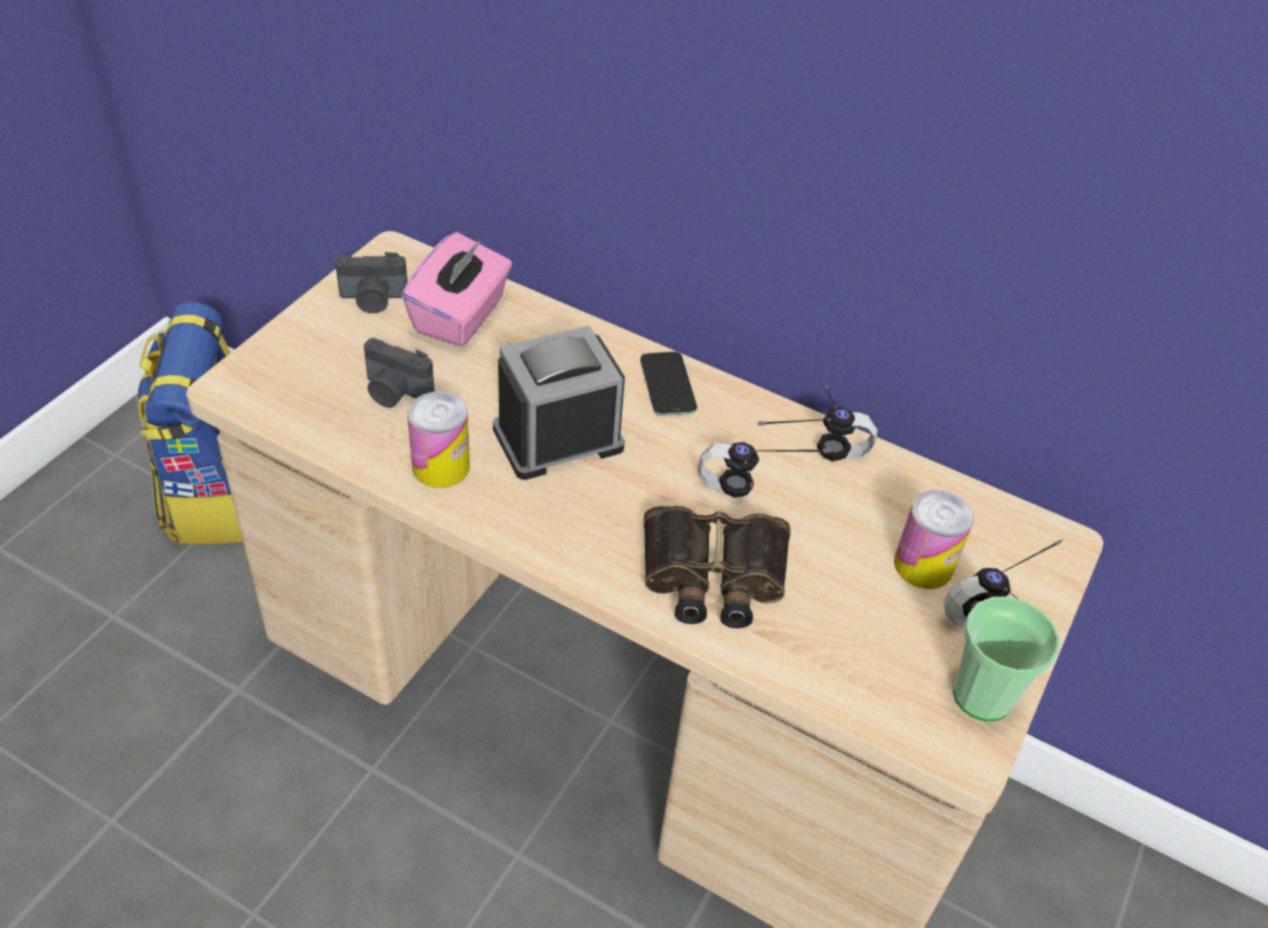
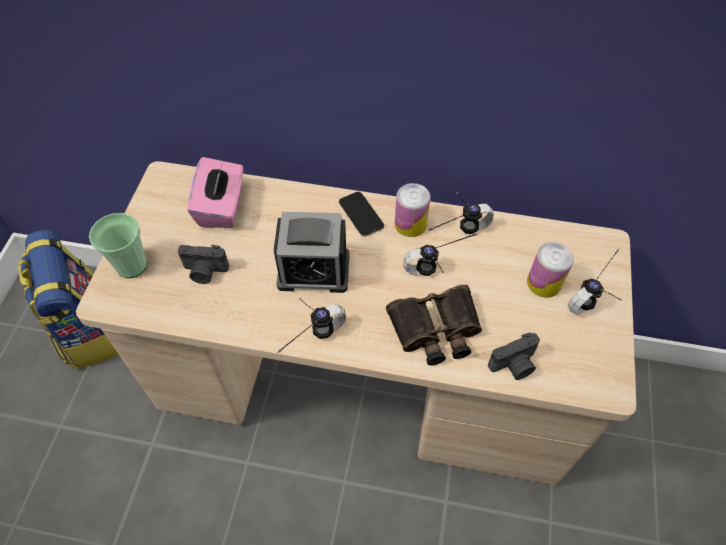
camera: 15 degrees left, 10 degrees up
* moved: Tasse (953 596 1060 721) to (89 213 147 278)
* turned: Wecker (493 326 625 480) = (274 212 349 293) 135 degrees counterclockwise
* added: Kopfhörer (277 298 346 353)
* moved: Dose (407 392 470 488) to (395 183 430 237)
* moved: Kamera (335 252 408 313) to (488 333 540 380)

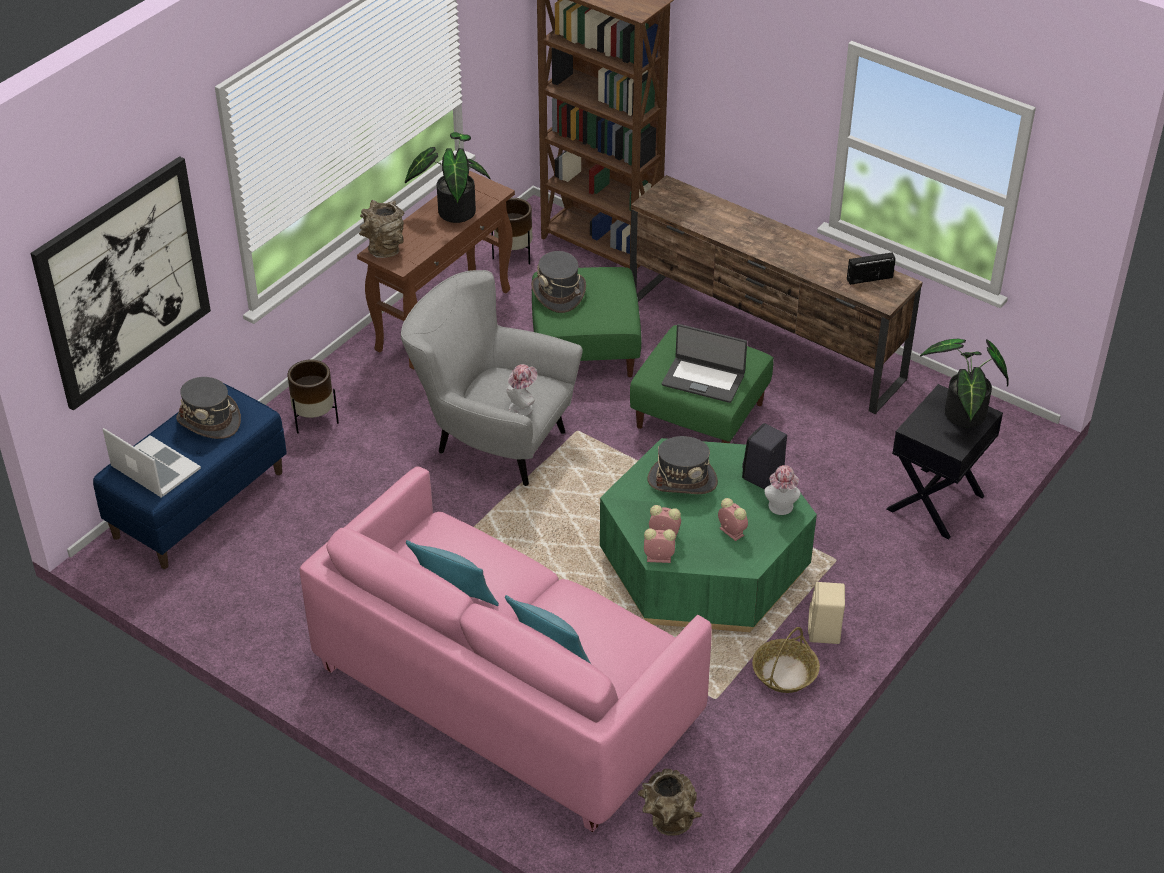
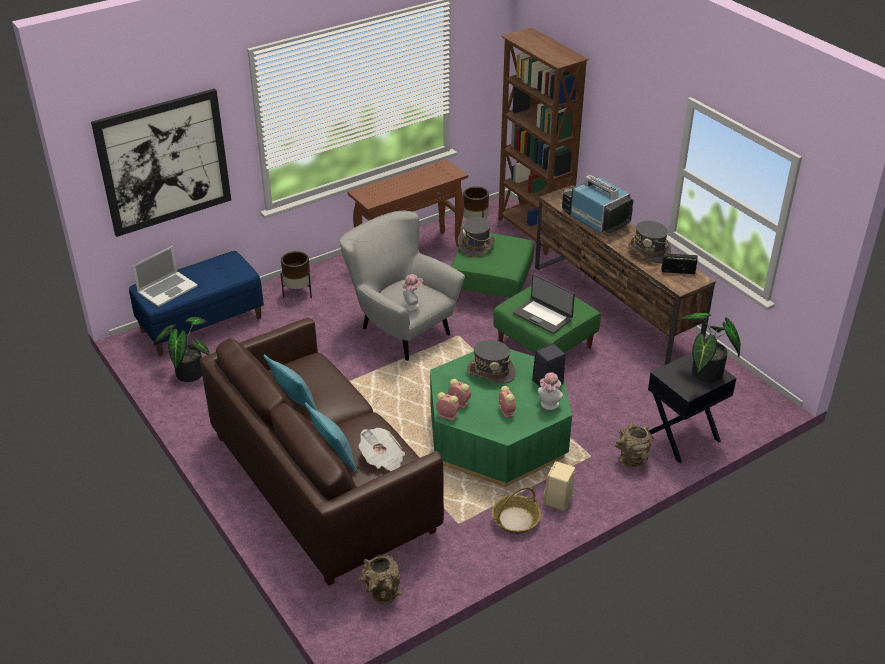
camera: 20 degrees right, 5 degrees down
* turned: Laptop (103 428 201 498) = (132 246 198 307) 75 degrees clockwise
* moved: Topfpflanze (405 132 491 223) to (154 317 210 382)
* recoloured: Sofa (rosa) (300 466 712 832) to Sofa (braun) (200 318 444 586)
* added: Zeitung (358 428 405 471)
* added: Fernseher (562 175 634 233)
* moved: Vase (braun) (359 200 404 258) to (615 422 654 468)
* moved: Hut (grau) (176 377 241 439) to (628 221 671 263)

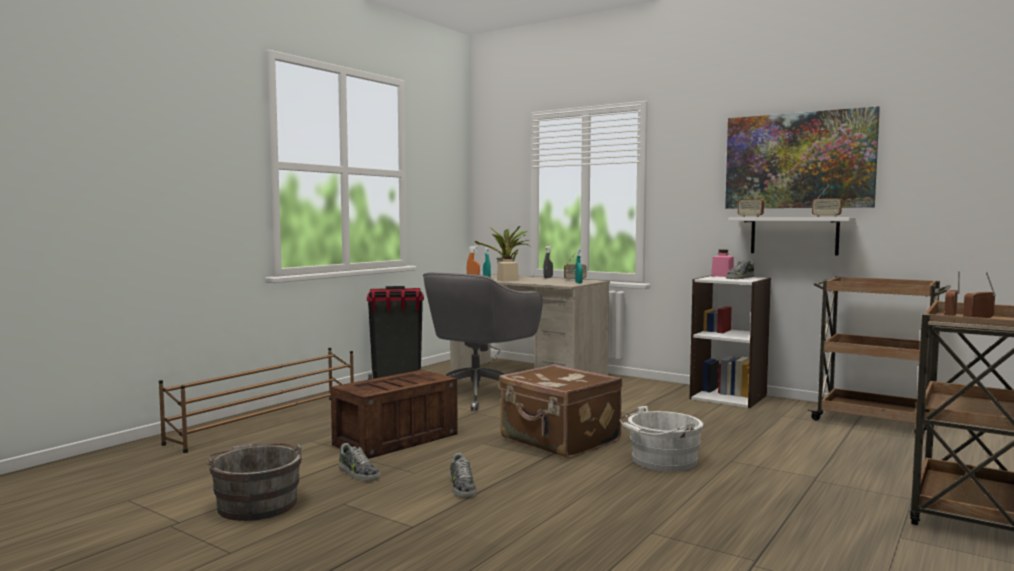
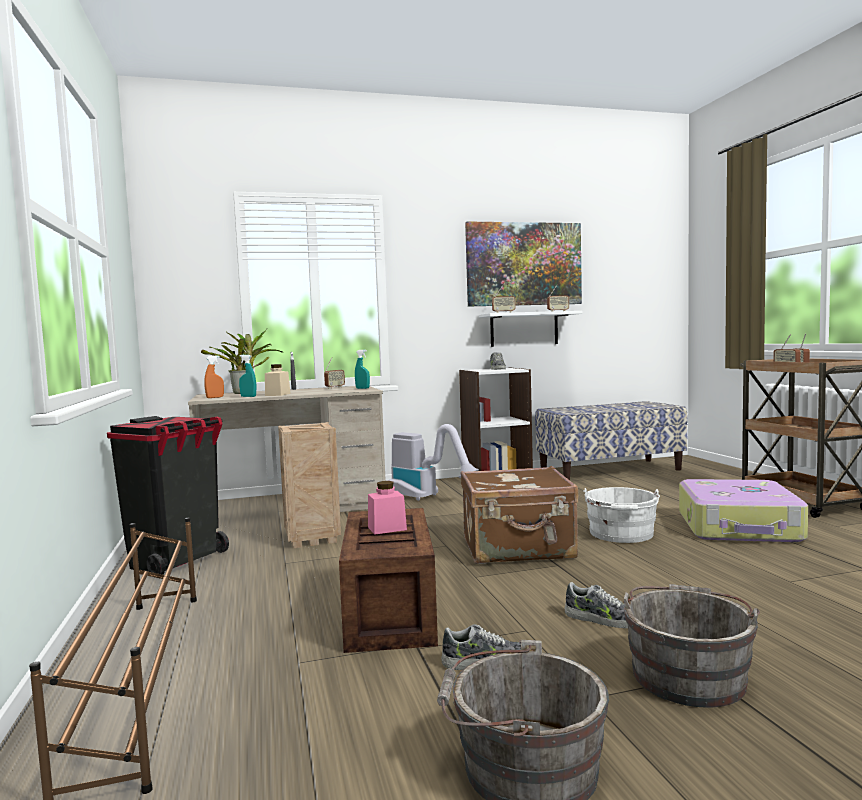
camera: 50 degrees left, 0 degrees up
* replaced: Bürostuhl (grau) (423 272 543 411) to Kiste (278 422 341 548)
* moved: Vorratsglas (rosa) (711 250 734 277) to (368 481 407 535)
* added: Staubsauger (388 424 479 501)
* replaced: Rollwagen (braun) (808 276 951 435) to Bank (535 401 688 480)
* added: Eimer (grau) (623 584 760 708)
* added: Koffer (679 479 808 542)

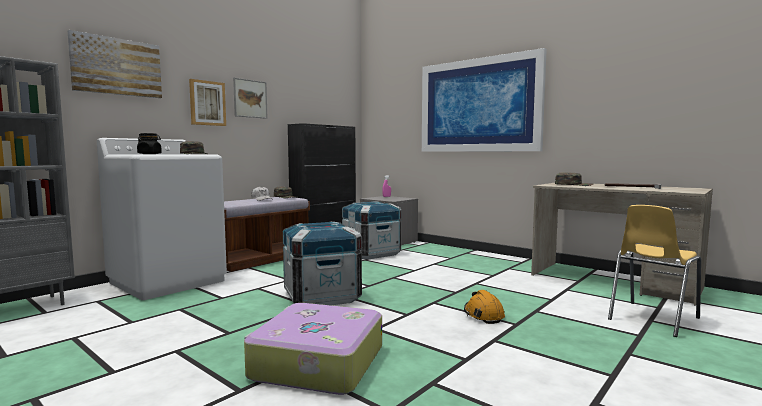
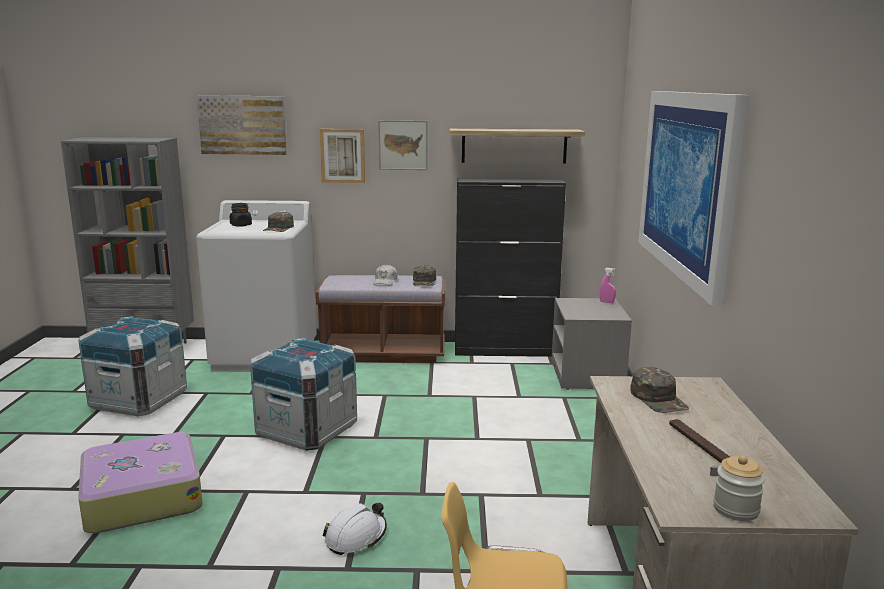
camera: 50 degrees right, 10 degrees up
* moved: Kiste (342 201 401 259) to (78 316 187 416)
* recoloured: Schutzhelm (orange) (464 290 505 324) to Schutzhelm (weiß) (323 503 387 555)
* added: Wandregal (450 129 585 164)
* added: Vorratsglas (713 455 765 521)

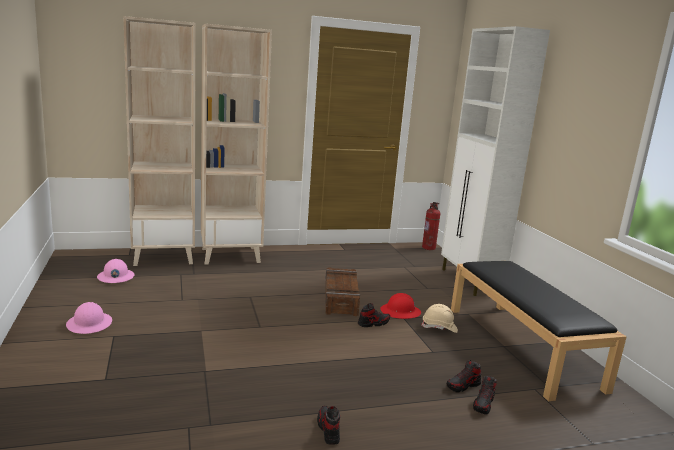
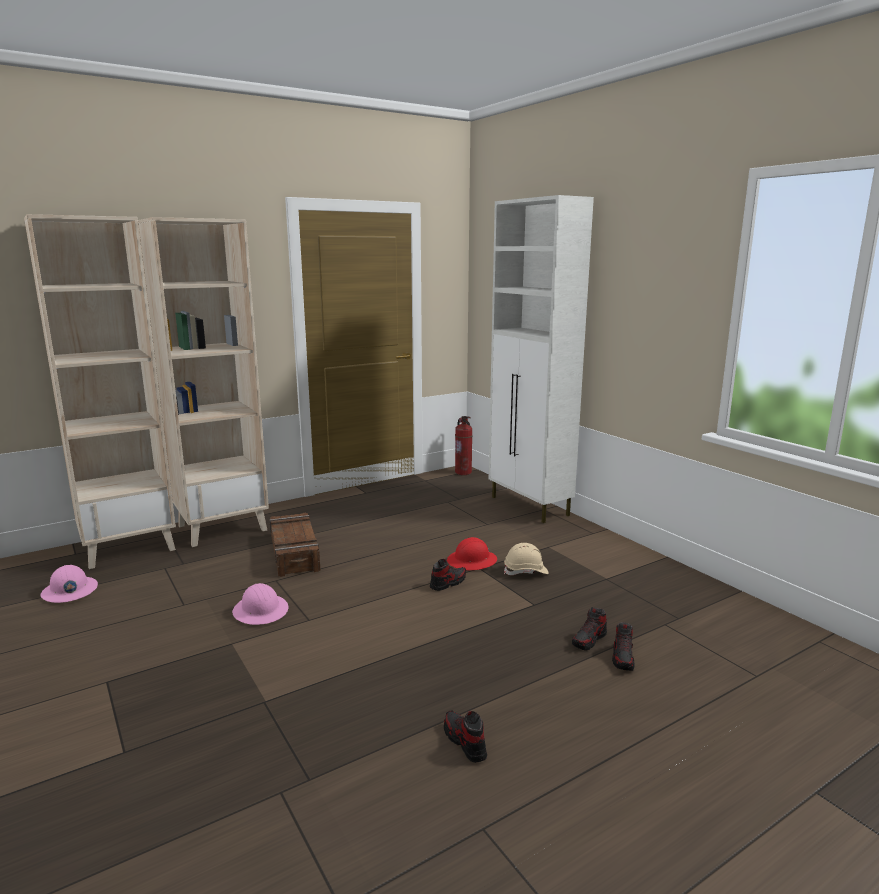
camera: 15 degrees left, 0 degrees up
* moved: Schutzhelm (rosa) (66 302 112 334) to (232 583 289 625)
* moved: Kiste (325 267 360 316) to (270 513 320 577)
* removed: Bank (schwarz) (451 261 627 401)

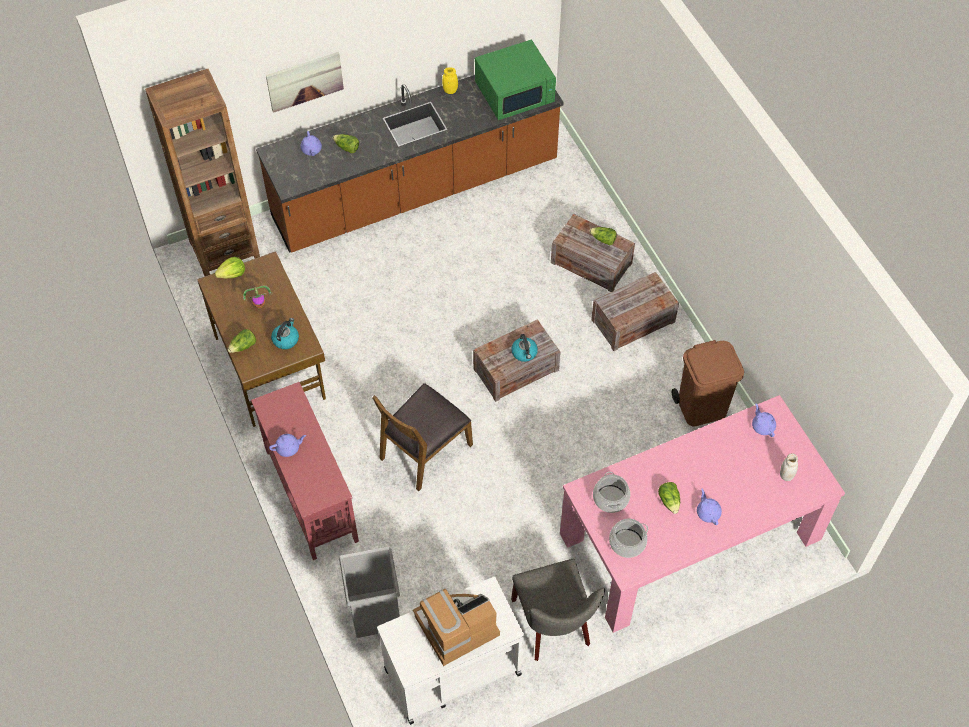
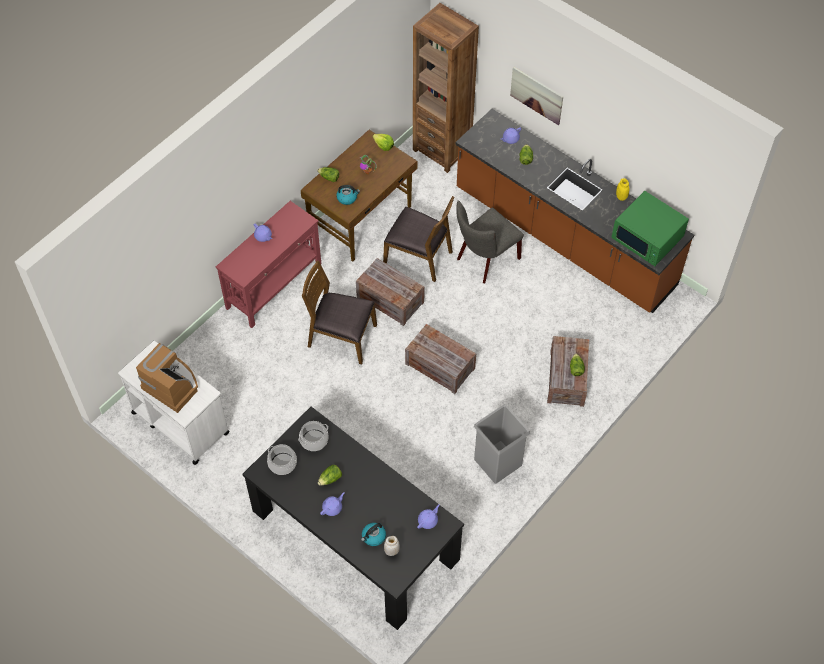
camera: 65 degrees right, 0 degrees up
* recoloured: Esstisch (rosa) (560 395 845 633) to Esstisch (schwarz) (242 406 464 630)
* moved: Kiste (591 272 679 351) to (356 258 425 326)
* moved: Wasserkessel (511 334 538 362) to (361 523 386 546)
* added: Stuhl (braun) (383 196 455 282)
* moved: Stuhl (grau) (511 559 605 661) to (457 200 524 283)
* moved: Mülleimer (grau) (339 547 400 638) to (474 404 530 484)
* removed: Mülleimer (braun) (672 340 744 426)

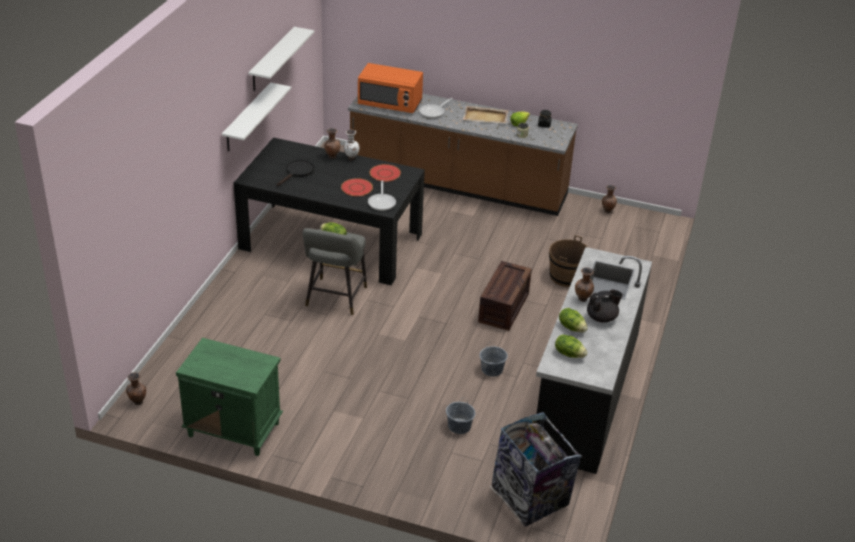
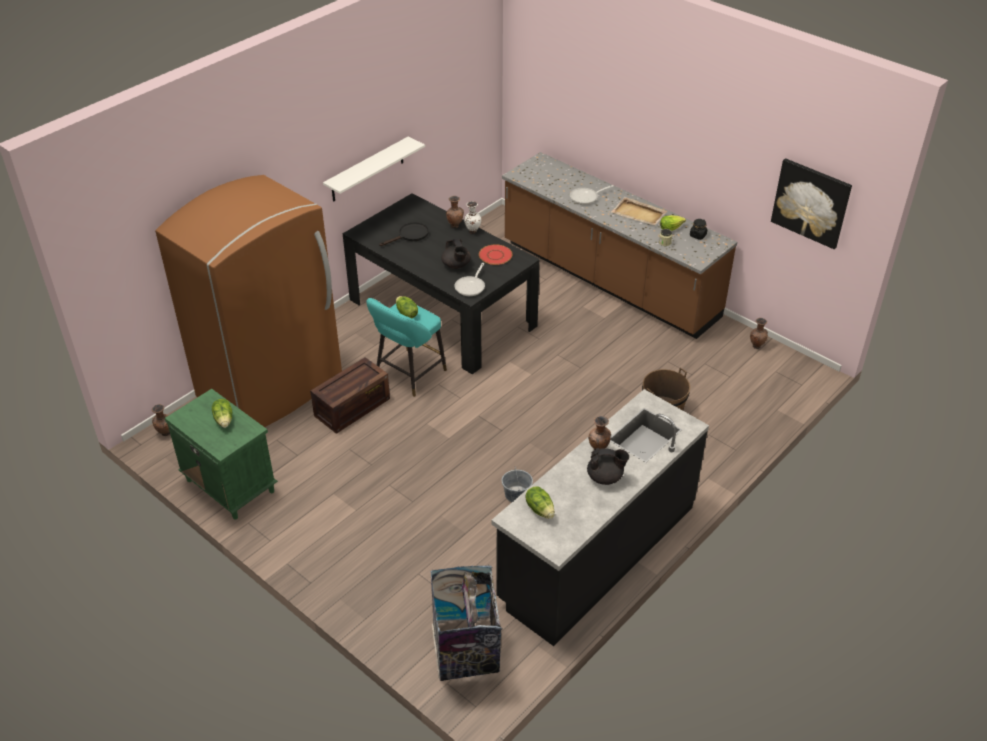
camera: 25 degrees right, 5 degrees up
* added: Kühlschrank (braun) (155 175 342 427)
* moved: Salatkopf (559 308 588 332) to (212 399 232 428)
* moved: Kiste (478 261 532 331) to (310 357 390 434)
* recoloured: Hocker (grau) (303 228 367 315) to Hocker (türkis) (366 298 447 397)
* replaced: Teller (rot) (341 178 373 196) to Teekanne (schwarz) (441 239 471 269)
* added: Bild (771 158 852 249)
* removed: Wandregal (weiß) (248 27 315 91)
* removed: Mikrowelle (orange) (358 63 423 113)
* removed: Eimer (grau) (446 398 475 434)

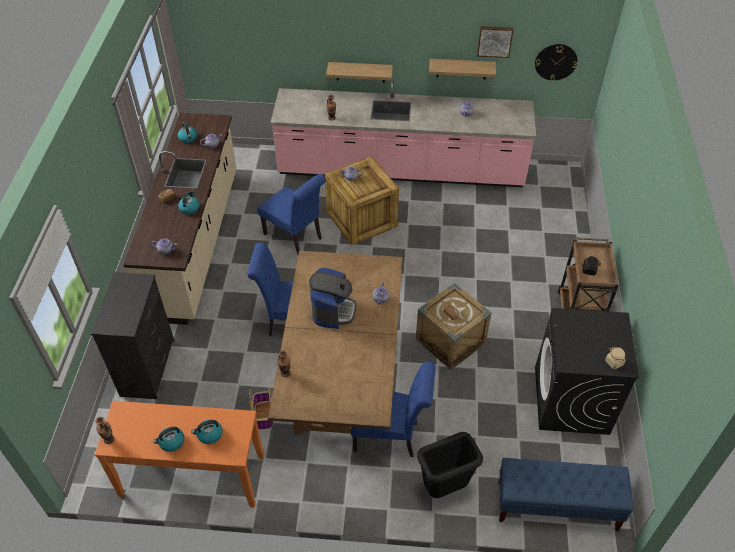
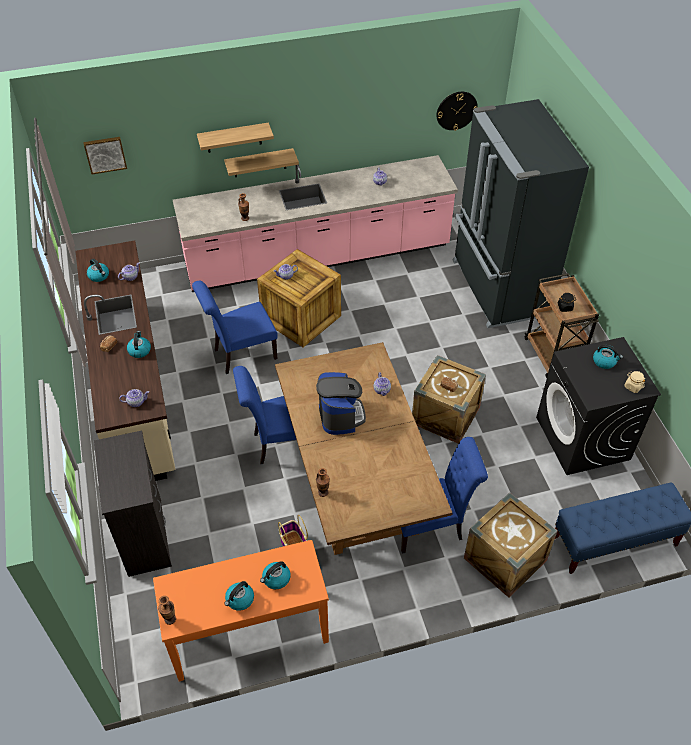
camera: 20 degrees left, 0 degrees up
* moved: Bild (477 26 514 58) to (83 137 127 174)
* turned: Stuhl (blau) (257 174 326 254) = (192 281 278 374) 135 degrees clockwise
* moved: Wandregal (429 59 496 80) to (197 123 274 153)
* added: Kühlschrank (schwarz) (452 99 589 328)
* replaced: Mülleimer (schwarz) (417 432 483 498) to Kiste (464 493 558 598)
* added: Wasserkessel (593 345 623 369)

